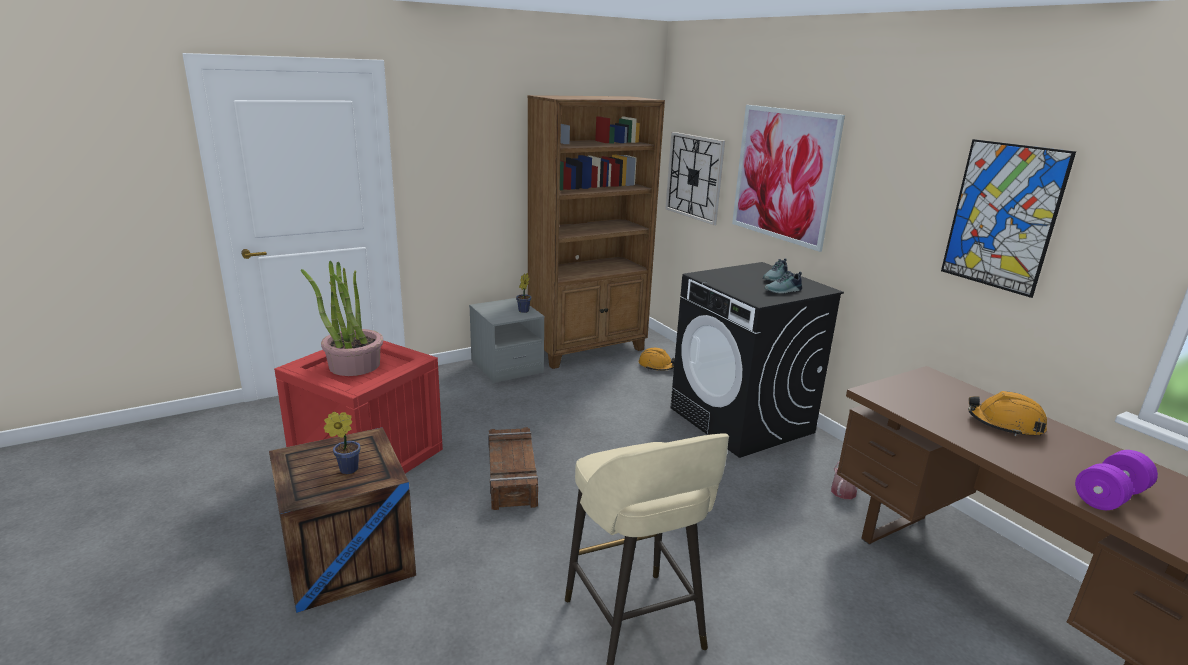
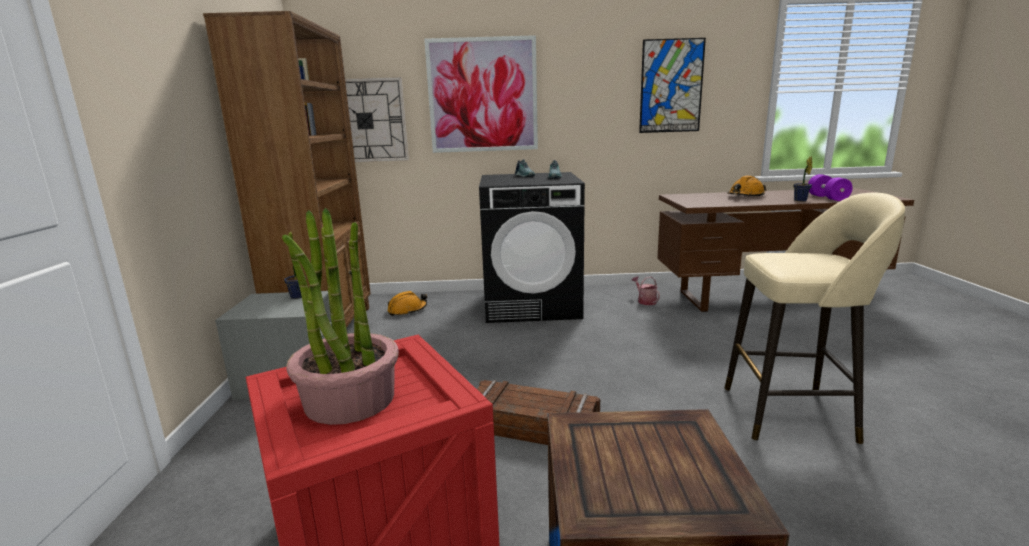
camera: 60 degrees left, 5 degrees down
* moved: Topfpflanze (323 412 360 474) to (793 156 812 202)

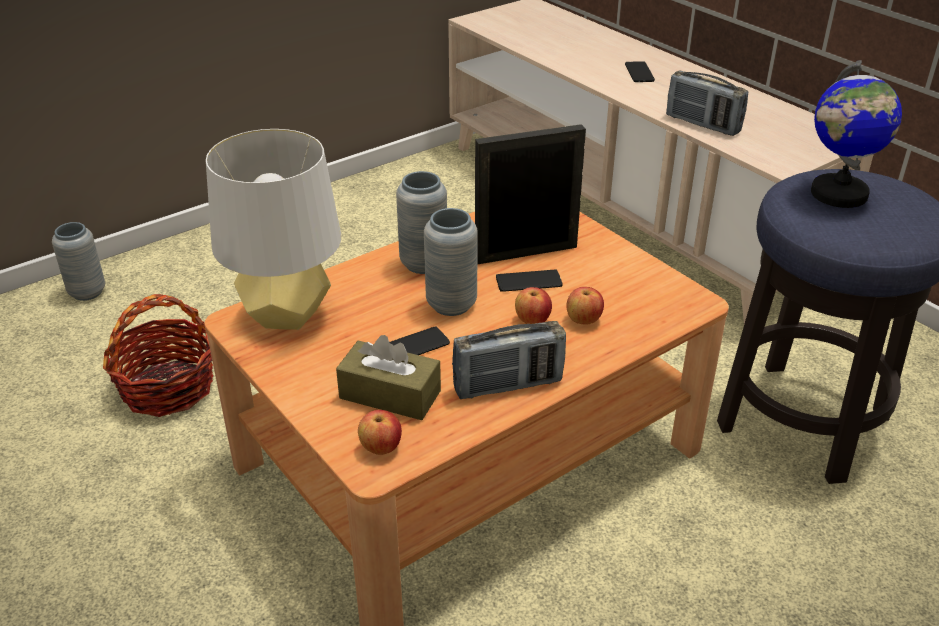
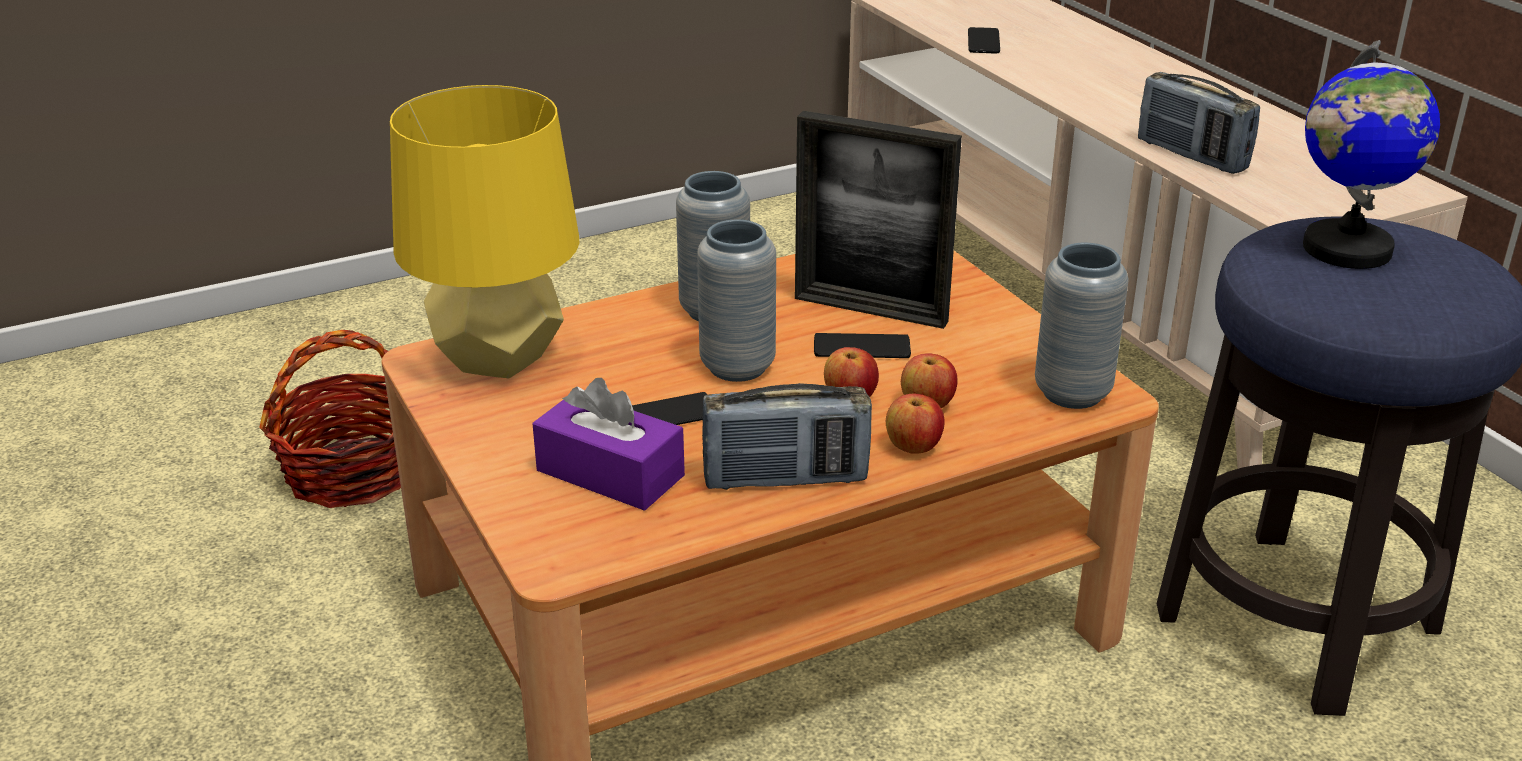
camera: 10 degrees right, 5 degrees down
* recoloured: Tischlampe (grau) (206 129 341 330) to Tischlampe (gelb) (390 85 580 378)
* recoloured: Taschentuchbox (braun) (336 335 441 420) to Taschentuchbox (lila) (532 378 685 511)
* turned: Bilderrahmen (475 124 586 264) = (795 111 962 329) 150 degrees counterclockwise
* moved: Apfel (358 410 402 455) to (886 394 945 454)
* moved: Handy (625 61 655 82) to (968 27 1000 53)
* moved: Vase (grau) (52 222 105 301) to (1035 243 1129 409)

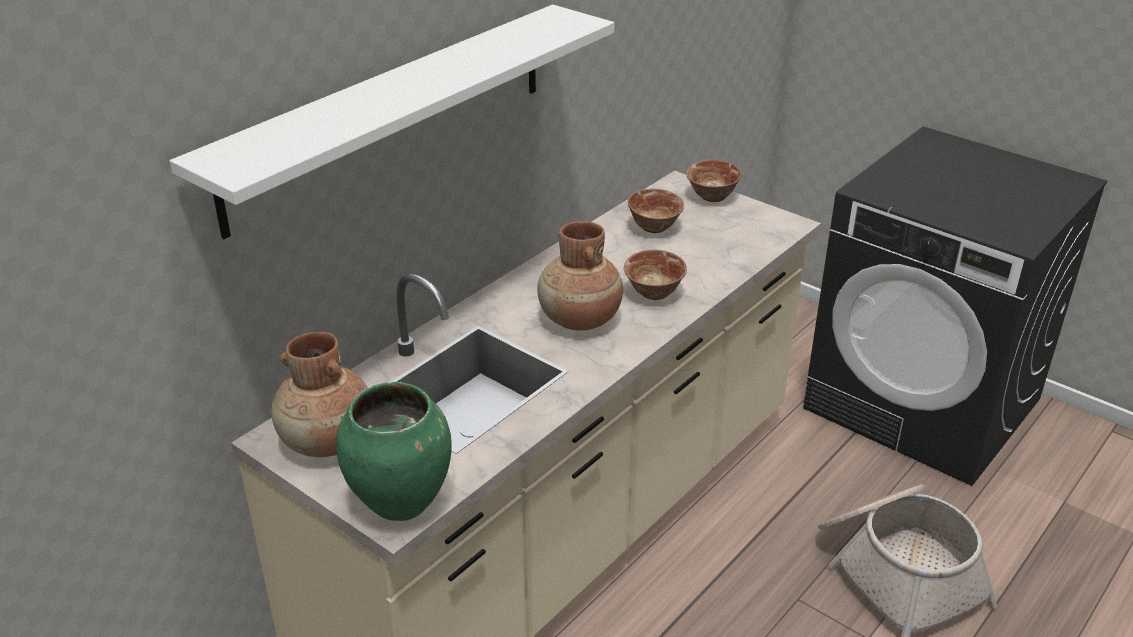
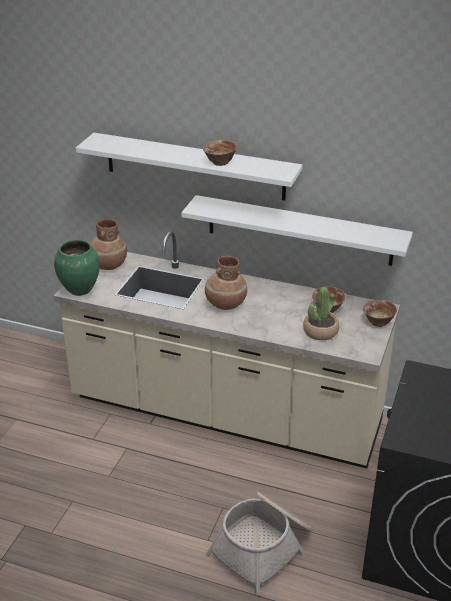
camera: 70 degrees right, 0 degrees up
* added: Wandregal (weiß) (181 195 413 266)
* moved: Schüssel (624 250 687 300) to (203 140 237 166)
* added: Topfpflanze (303 287 339 340)

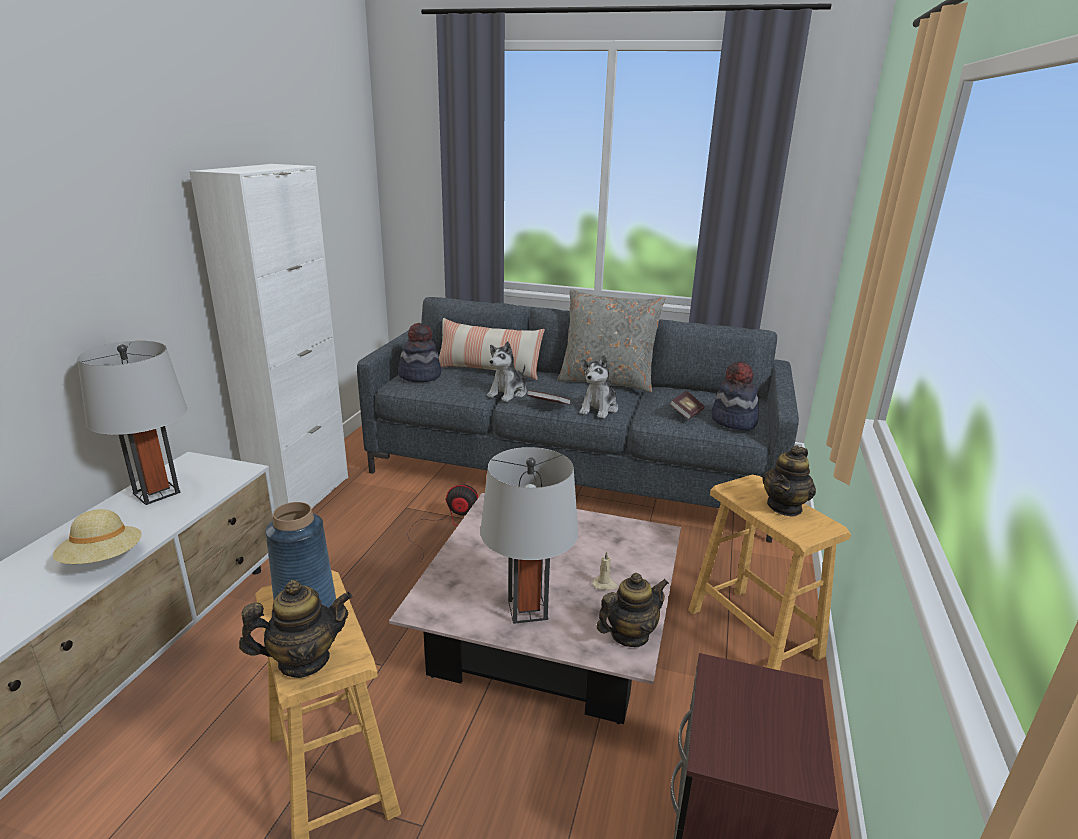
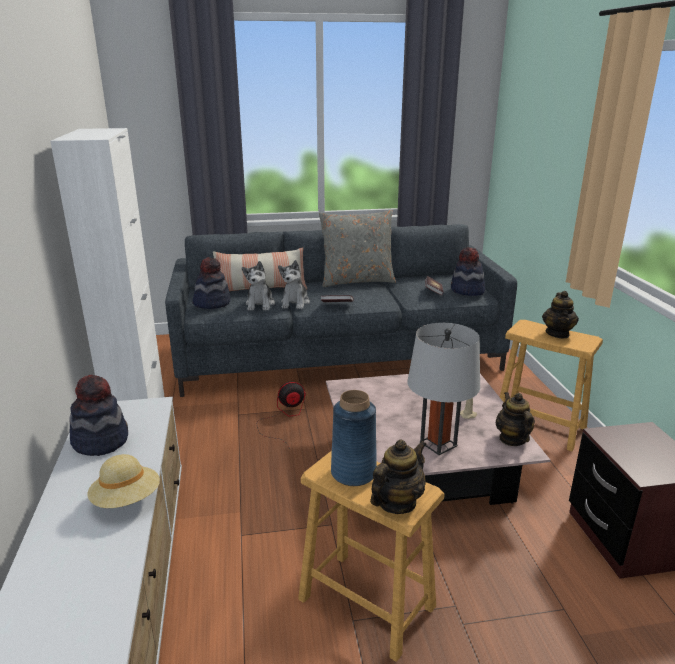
camera: 25 degrees left, 0 degrees up
* replaced: Tischlampe (grau) (77 341 188 505) to Hut (69 375 128 456)
* moved: Plüschtier (579 355 618 419) to (242 261 275 311)
* turned: Teekanne (596 573 669 647) = (495 392 535 446) 45 degrees counterclockwise

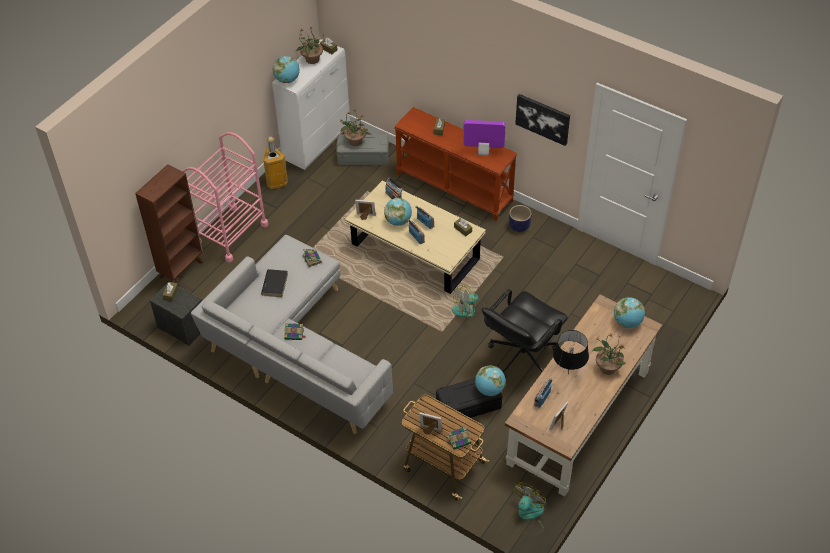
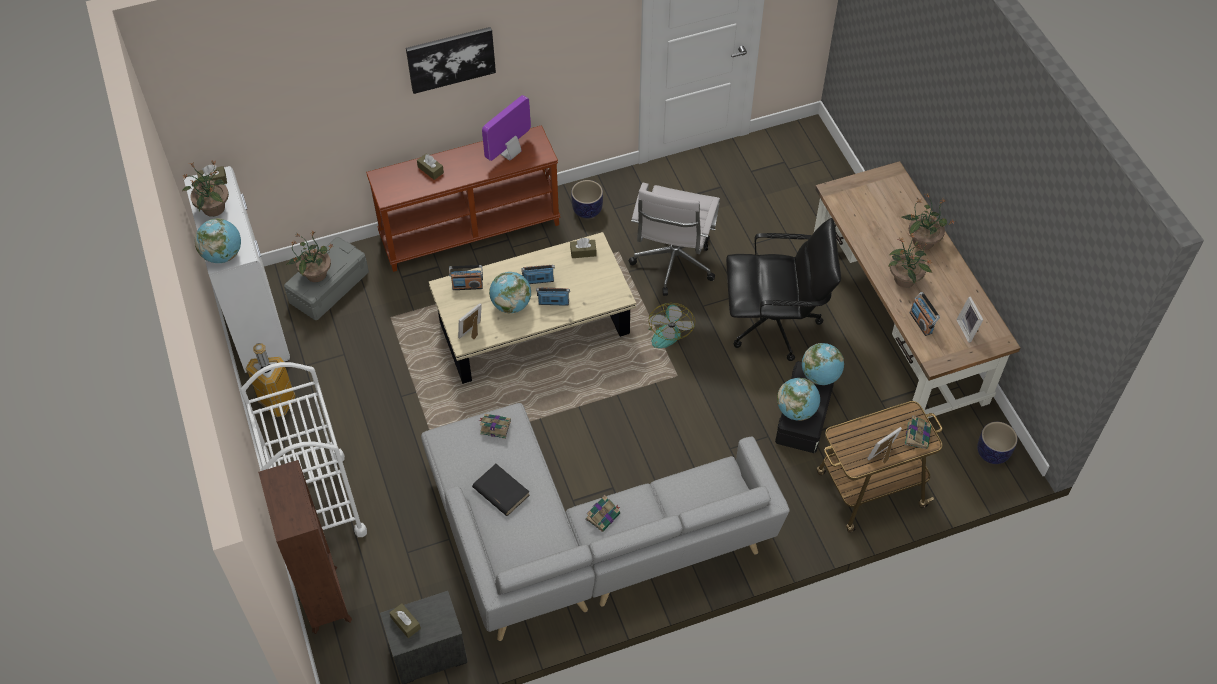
camera: 55 degrees left, 5 degrees up
* recoloured: Rollwagen (rosa) (182 132 269 263) to Rollwagen (weiß) (240 362 367 537)
* moved: Bild (515 94 570 146) to (406 27 496 94)
* added: Bürostuhl (weiß) (628 183 720 296)
* turned: Bürostuhl (schwarz) (482 289 568 378) = (726 218 841 361) 75 degrees counterclockwise
* moved: Globus (614 297 645 328) to (777 378 820 421)
* replaced: Tischlampe (schwarz) (553 330 589 374) to Topfpflanze (888 233 933 288)
* replaced: Ventilator (512 482 546 534) to Pflanzkübel (977 422 1018 464)

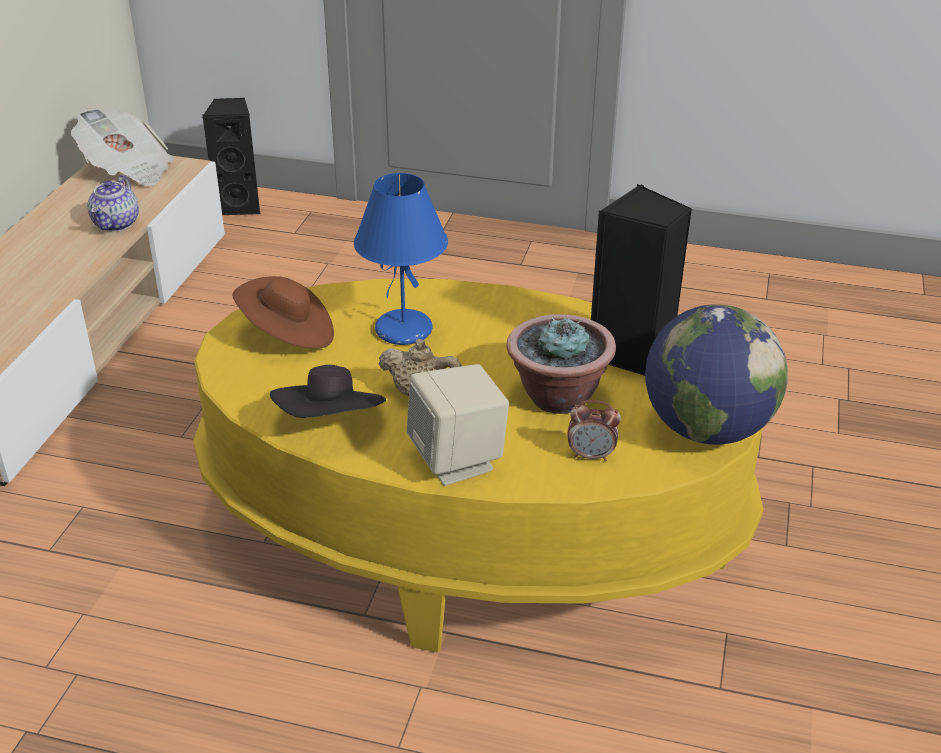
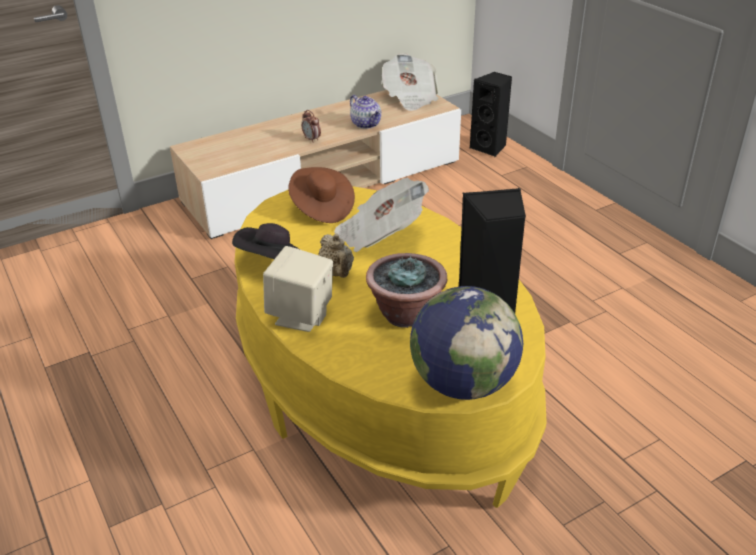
camera: 45 degrees right, 0 degrees up
* moved: Wecker (568 400 621 462) to (301 110 321 143)
* replaced: Tischlampe (blau) (354 173 448 345) to Zeitung (334 178 429 252)
* turned: Teekanne (88 175 139 231) = (350 95 382 129) 90 degrees counterclockwise

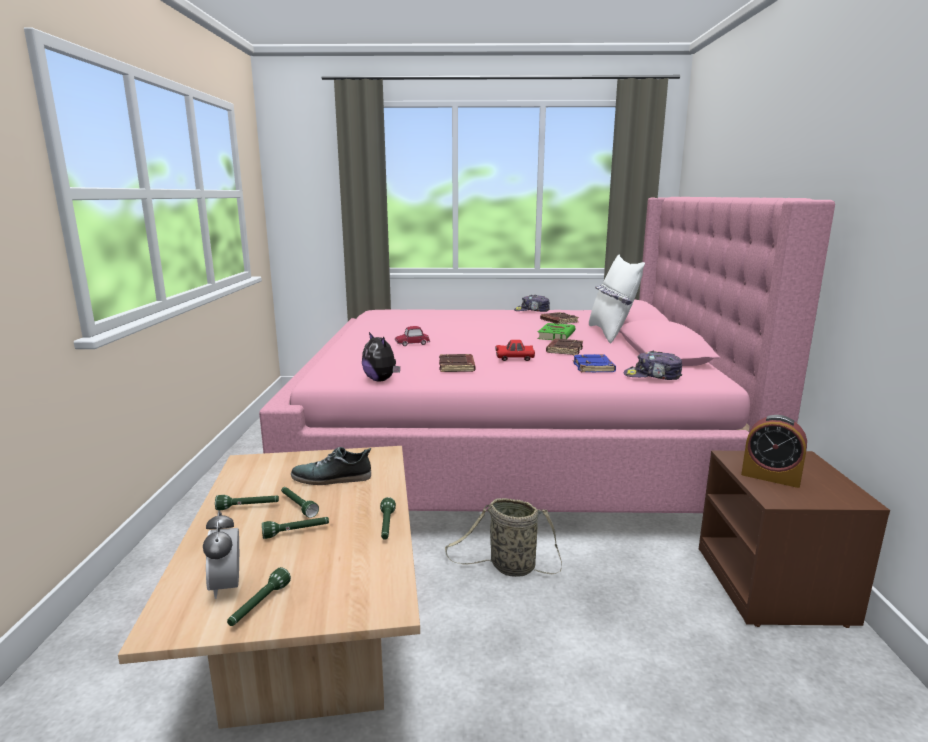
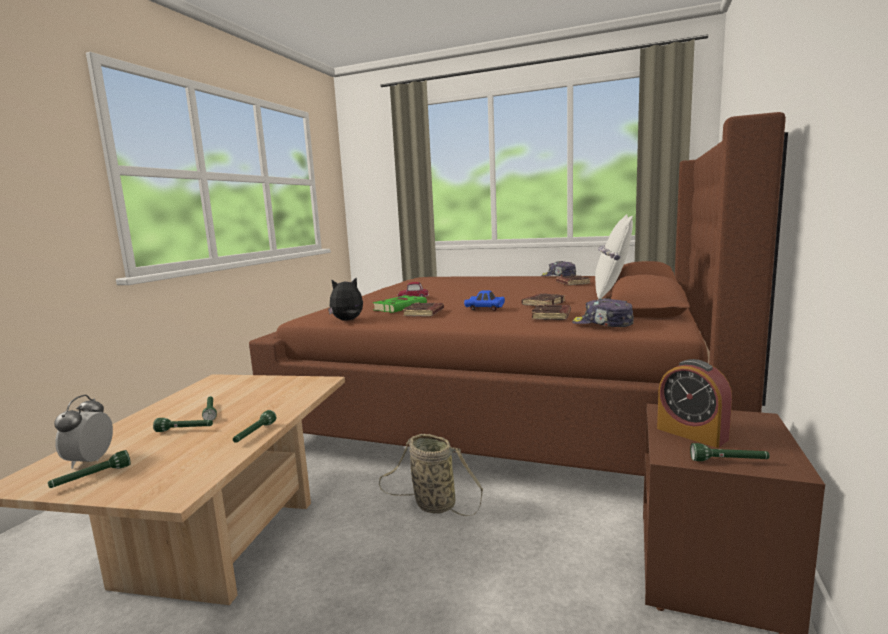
camera: 20 degrees right, 5 degrees down
* recoloured: Bett (rosa) (259 197 835 513) to Bett (braun) (249 112 788 476)
* turned: Plüschtier (362 332 400 381) = (328 277 363 320) 90 degrees clockwise
* moved: Buch (grün) (537 323 575 340) to (373 295 427 313)
* recoloured: Spielzeugauto (rot) (495 340 535 361) to Spielzeugauto (blau) (464 290 505 311)
* recoloured: Buch (blau) (573 354 616 373) to Buch (braun) (531 304 571 320)
* moved: Taschenlampe (grün) (215 495 279 510) to (690 443 770 461)
* removed: Schuh (291 447 371 485)

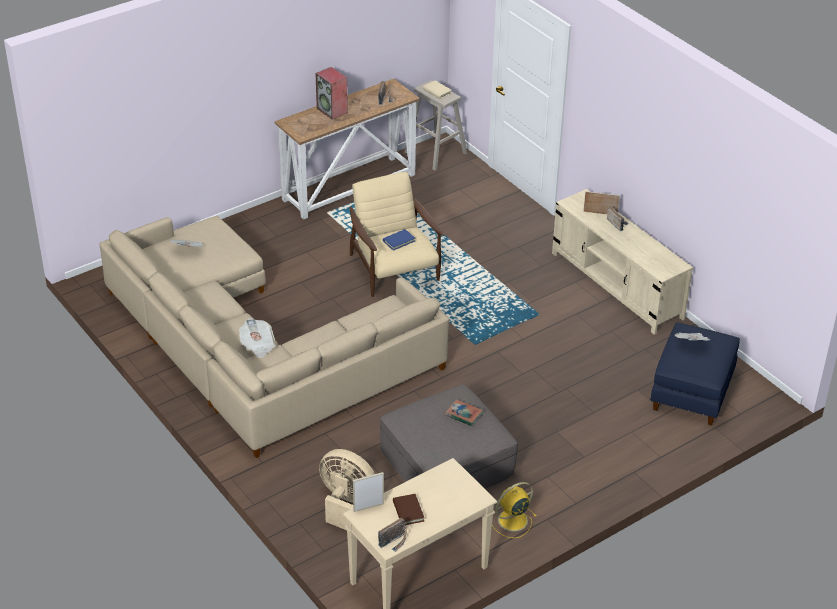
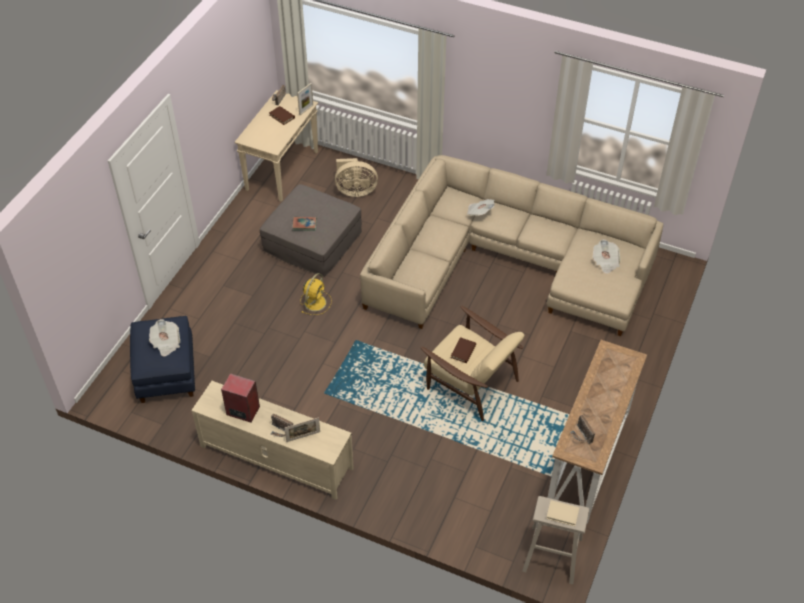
camera: 150 degrees right, 10 degrees up
* moved: Lautsprecher (315 67 348 120) to (221 373 260 422)
* moved: Ventilator (gelb) (492 482 536 538) to (300 273 332 315)
* recoloured: Buch (blau) (383 229 415 251) to Buch (braun) (451 337 476 363)

